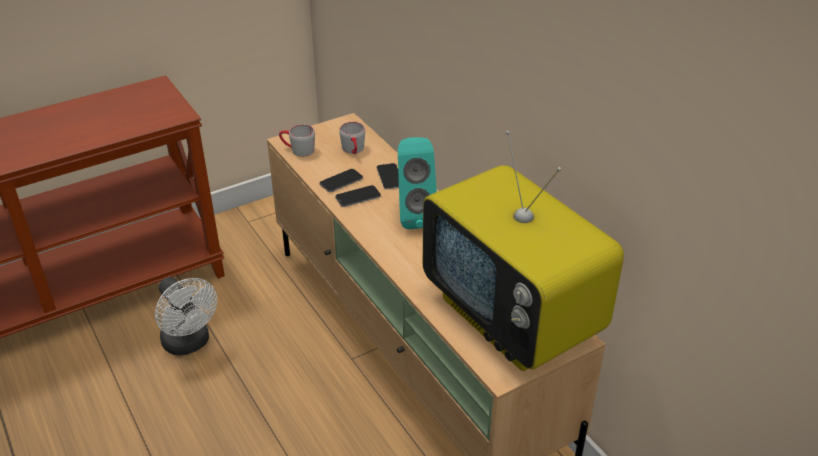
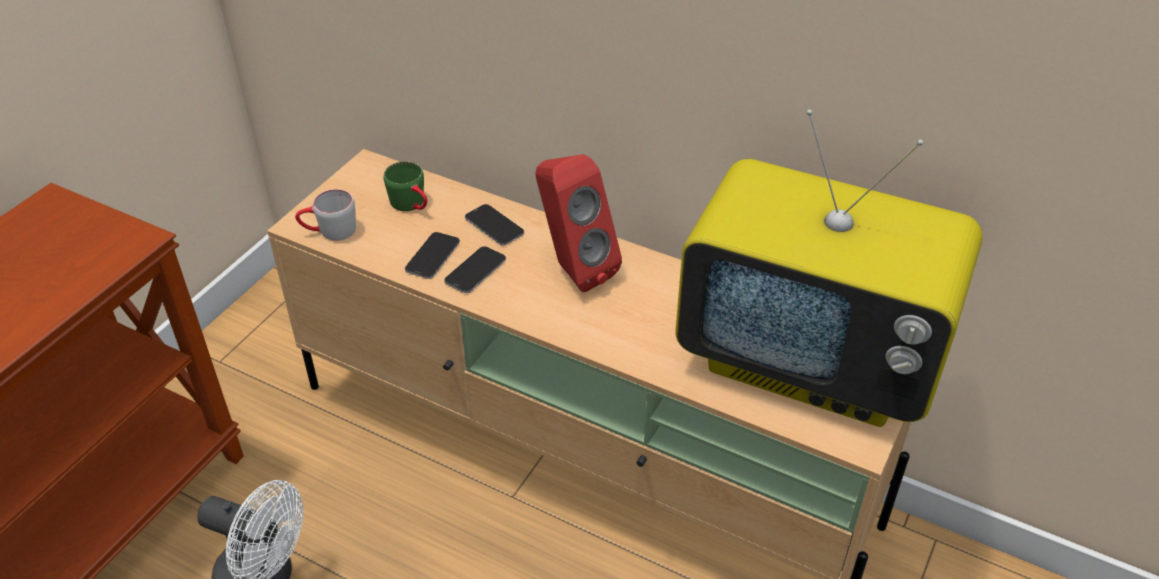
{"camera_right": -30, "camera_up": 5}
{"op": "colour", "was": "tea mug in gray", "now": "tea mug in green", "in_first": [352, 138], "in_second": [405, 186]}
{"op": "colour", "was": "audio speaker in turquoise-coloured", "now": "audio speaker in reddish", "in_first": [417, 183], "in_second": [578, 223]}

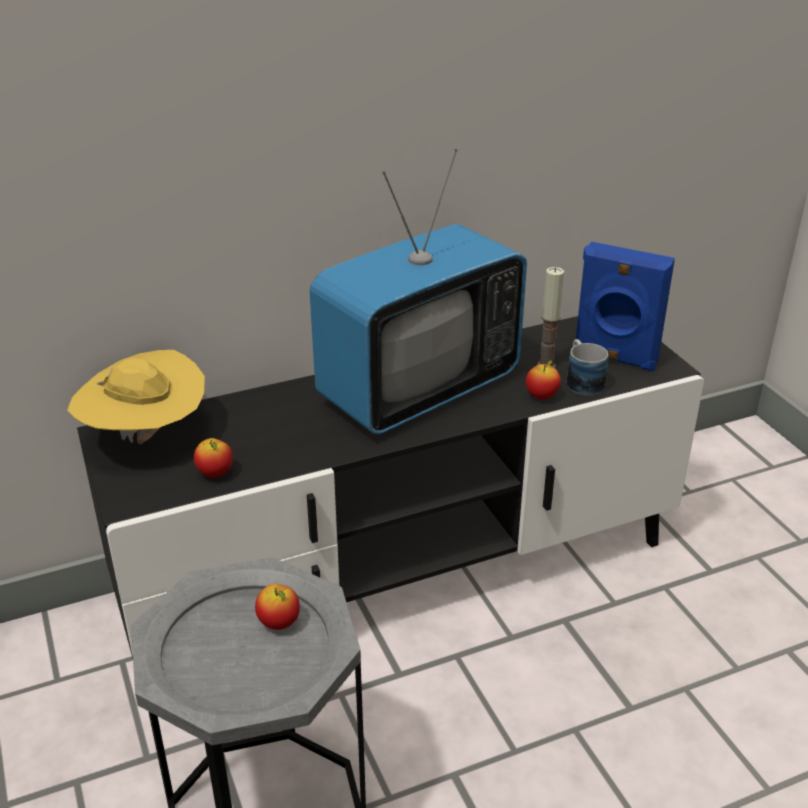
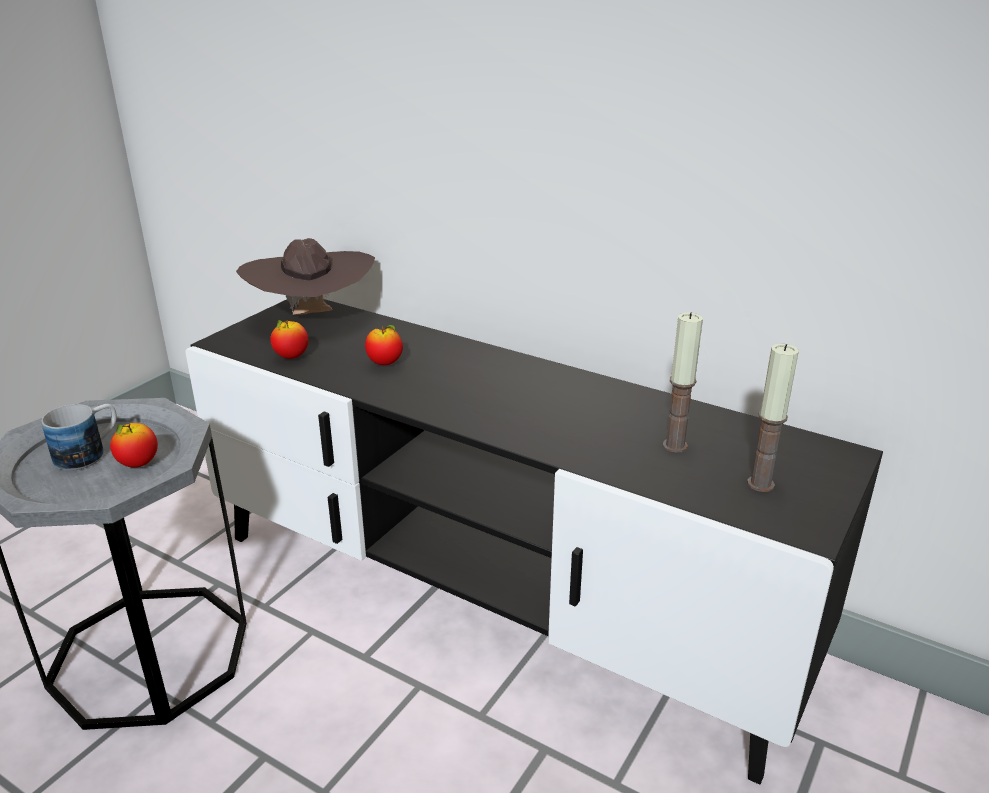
{"camera_right": 55, "camera_up": -5}
{"op": "colour", "was": "hat in yellow", "now": "hat in brown", "in_first": [136, 397], "in_second": [305, 276]}
{"op": "missing", "was": "TV set", "in_first": [418, 291]}
{"op": "relocated", "was": "apple fruit", "in_first": [543, 379], "in_second": [384, 345]}
{"op": "relocated", "was": "tea mug", "in_first": [588, 367], "in_second": [79, 437]}
{"op": "exchanged", "was": "audio speaker in blue-coloured", "now": "wax light", "in_first": [625, 306], "in_second": [773, 418]}

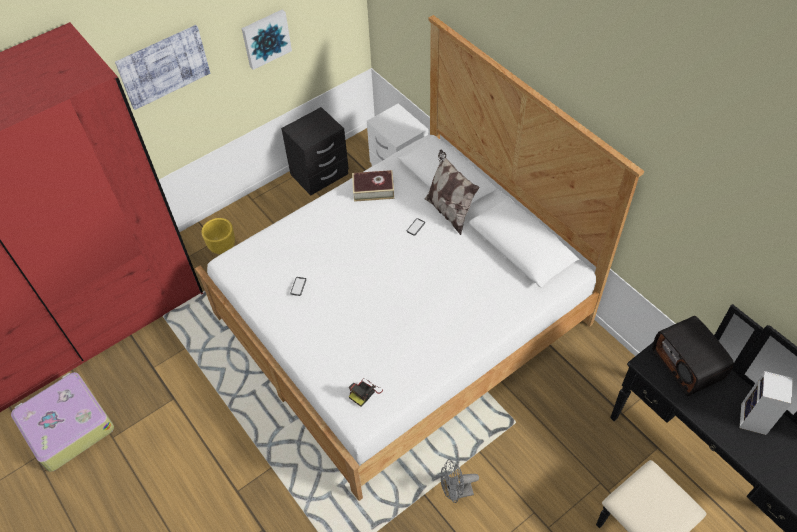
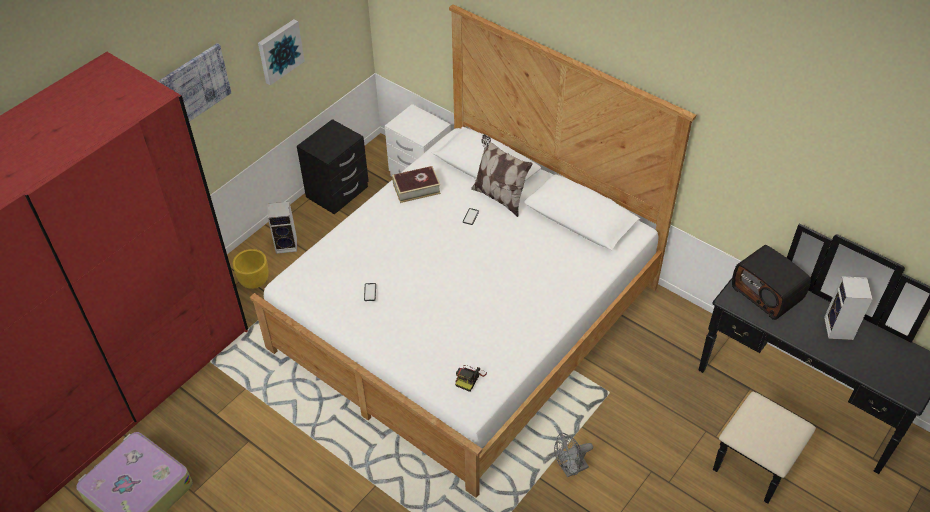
{"camera_right": -15, "camera_up": -5}
{"op": "appeared", "now": "audio speaker", "in_second": [282, 228]}

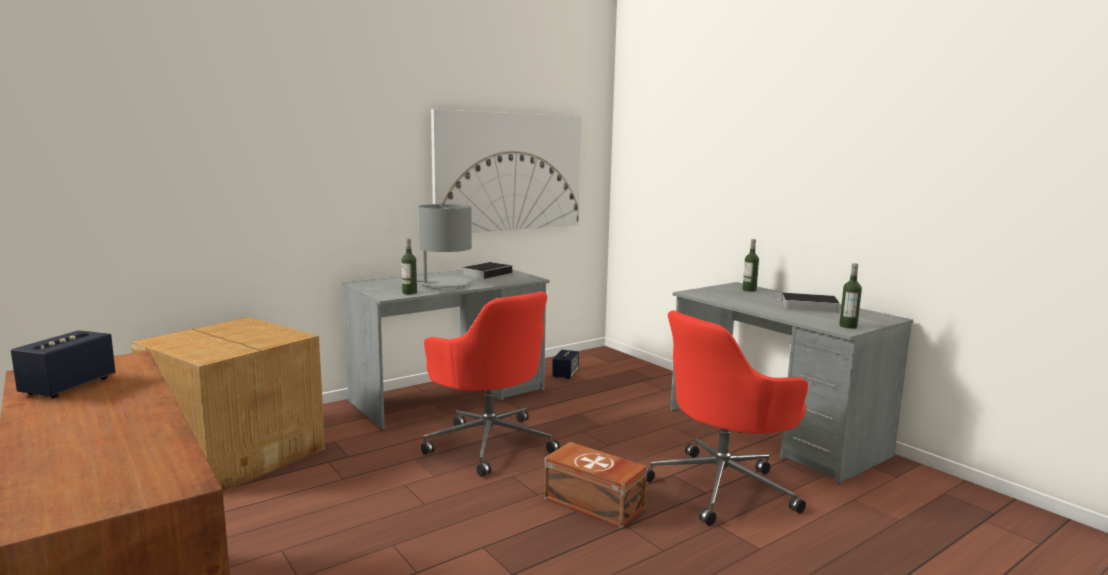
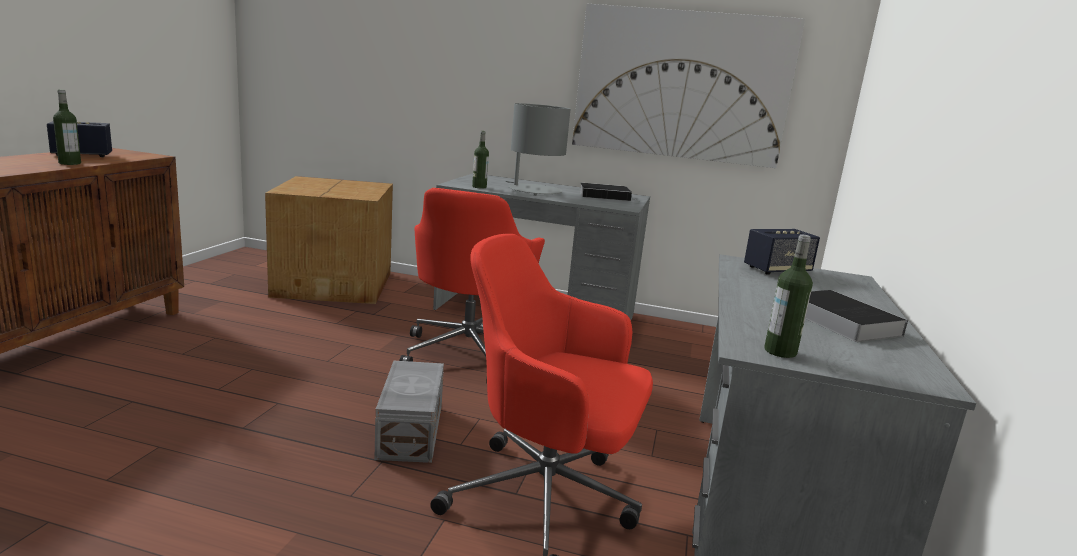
{"camera_right": 50, "camera_up": 5}
{"op": "colour", "was": "storage bin in brown", "now": "storage bin in gray", "in_first": [595, 485], "in_second": [409, 412]}
{"op": "relocated", "was": "audio speaker", "in_first": [565, 364], "in_second": [782, 252]}
{"op": "relocated", "was": "drink bottle", "in_first": [751, 265], "in_second": [67, 127]}

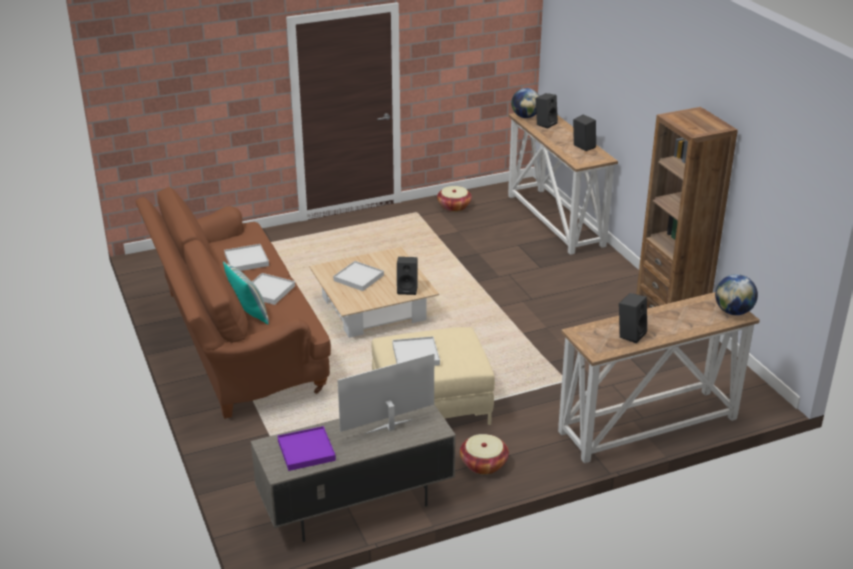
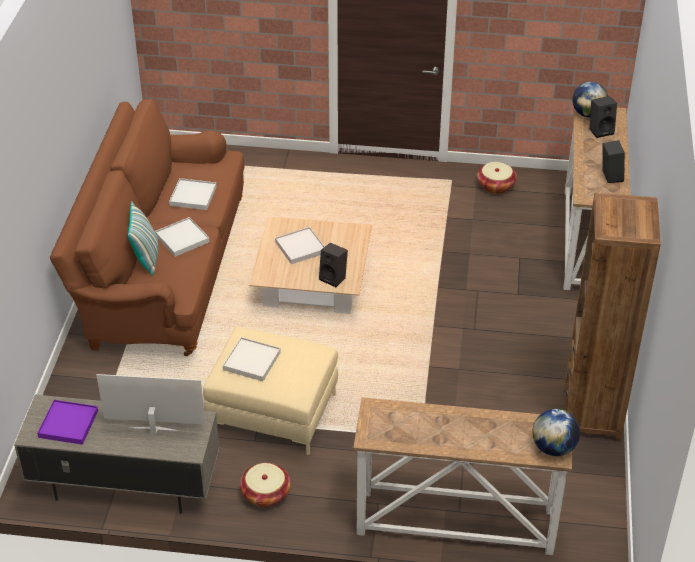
{"camera_right": 30, "camera_up": 10}
{"op": "missing", "was": "audio speaker in blackish", "in_first": [633, 318]}

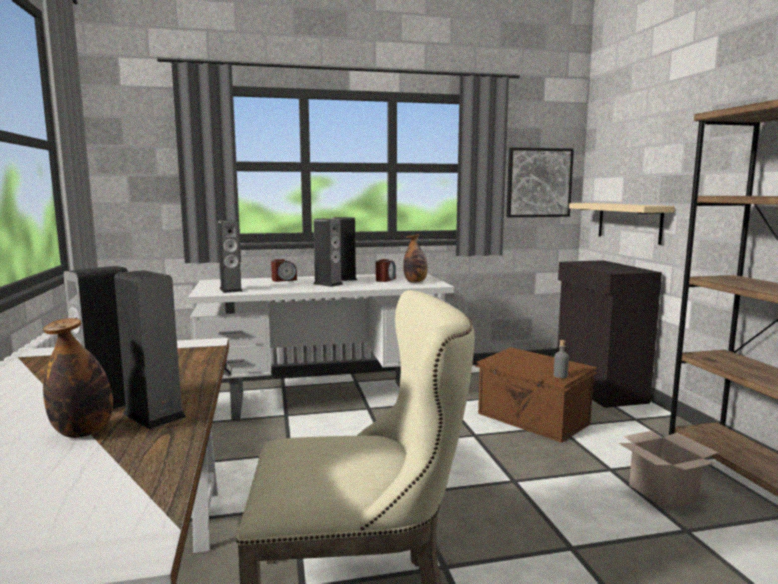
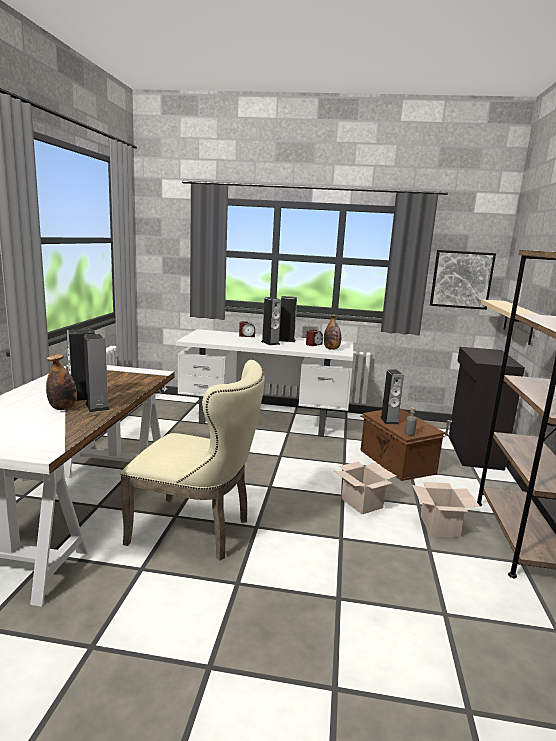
{"camera_right": 20, "camera_up": 5}
{"op": "relocated", "was": "audio speaker", "in_first": [230, 256], "in_second": [392, 396]}
{"op": "appeared", "now": "packing box", "in_second": [365, 488]}

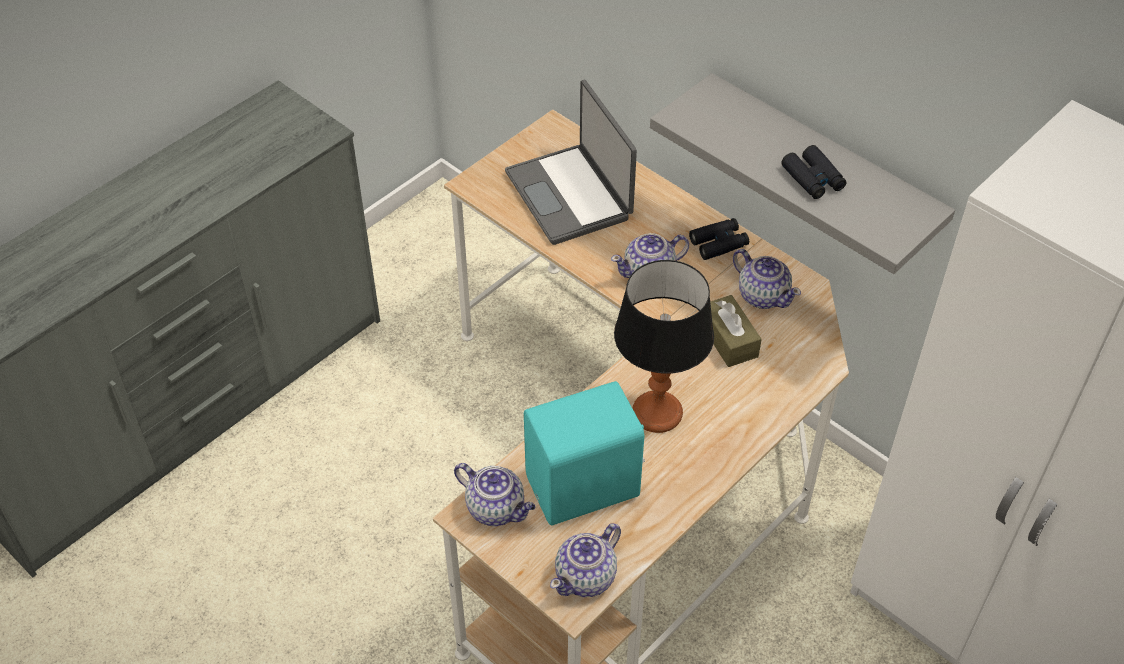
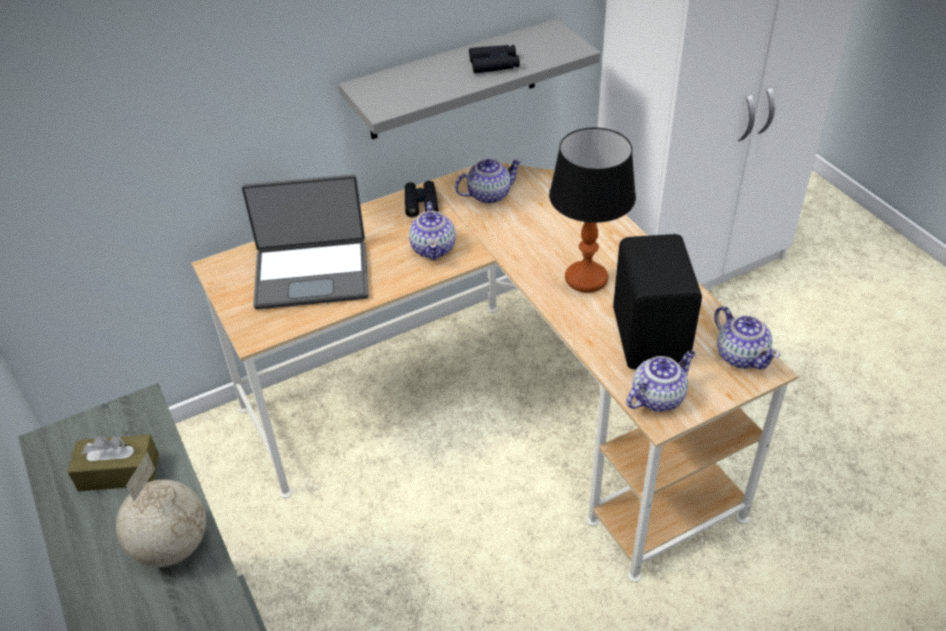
{"camera_right": -70, "camera_up": -5}
{"op": "colour", "was": "audio speaker in turquoise-coloured", "now": "audio speaker in blackish", "in_first": [584, 453], "in_second": [657, 301]}
{"op": "relocated", "was": "tissue box in brown", "in_first": [736, 331], "in_second": [113, 463]}
{"op": "appeared", "now": "desk globe", "in_second": [161, 509]}

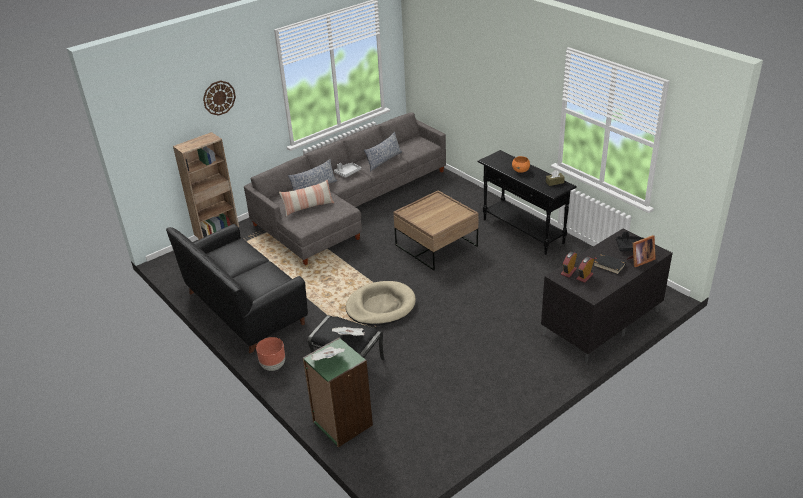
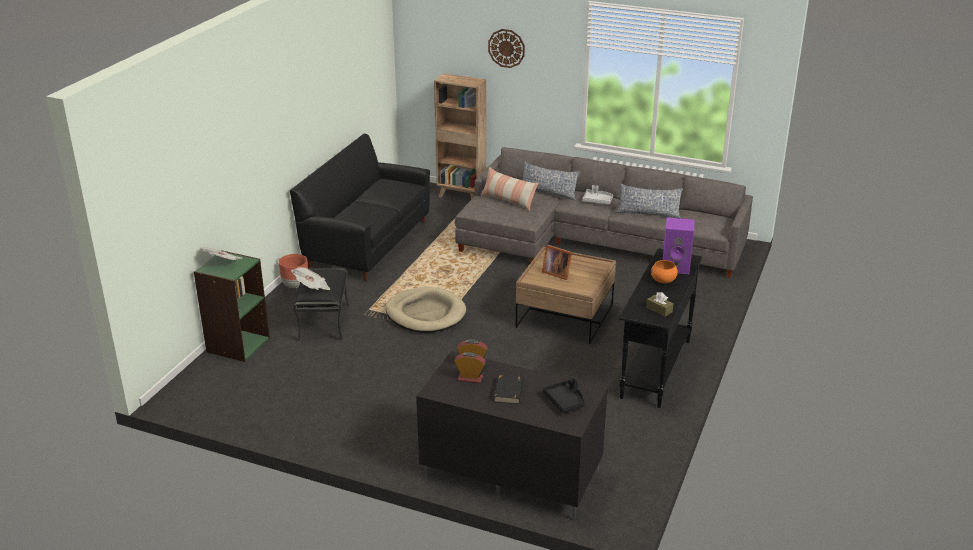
{"camera_right": 60, "camera_up": -5}
{"op": "relocated", "was": "photo frame", "in_first": [641, 251], "in_second": [557, 262]}
{"op": "appeared", "now": "audio speaker in purplish", "in_second": [679, 245]}

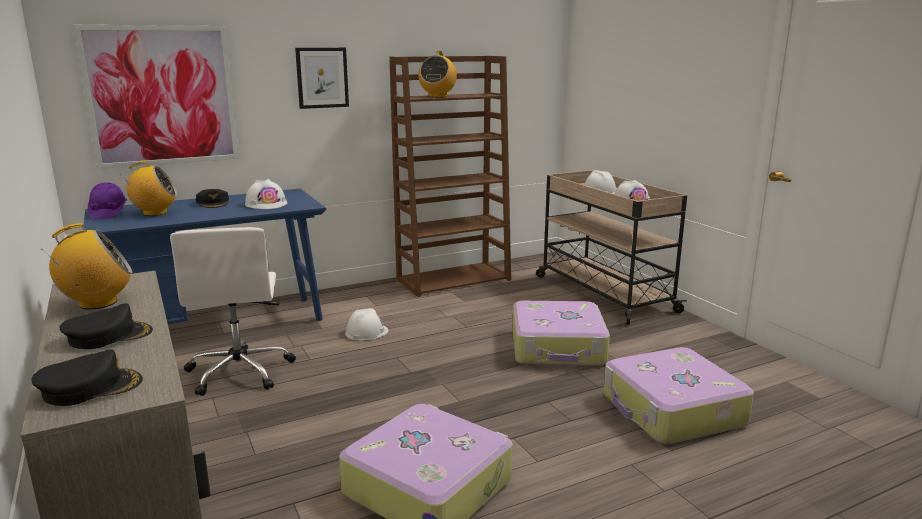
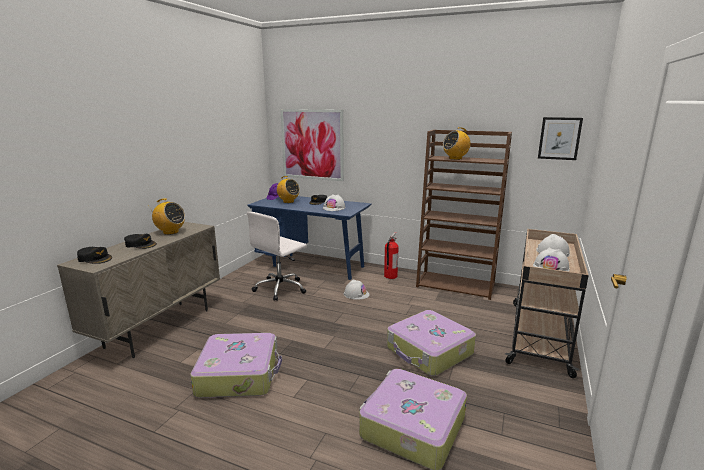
{"camera_right": 50, "camera_up": 0}
{"op": "relocated", "was": "wall art", "in_first": [322, 78], "in_second": [560, 138]}
{"op": "appeared", "now": "extinguisher", "in_second": [391, 255]}

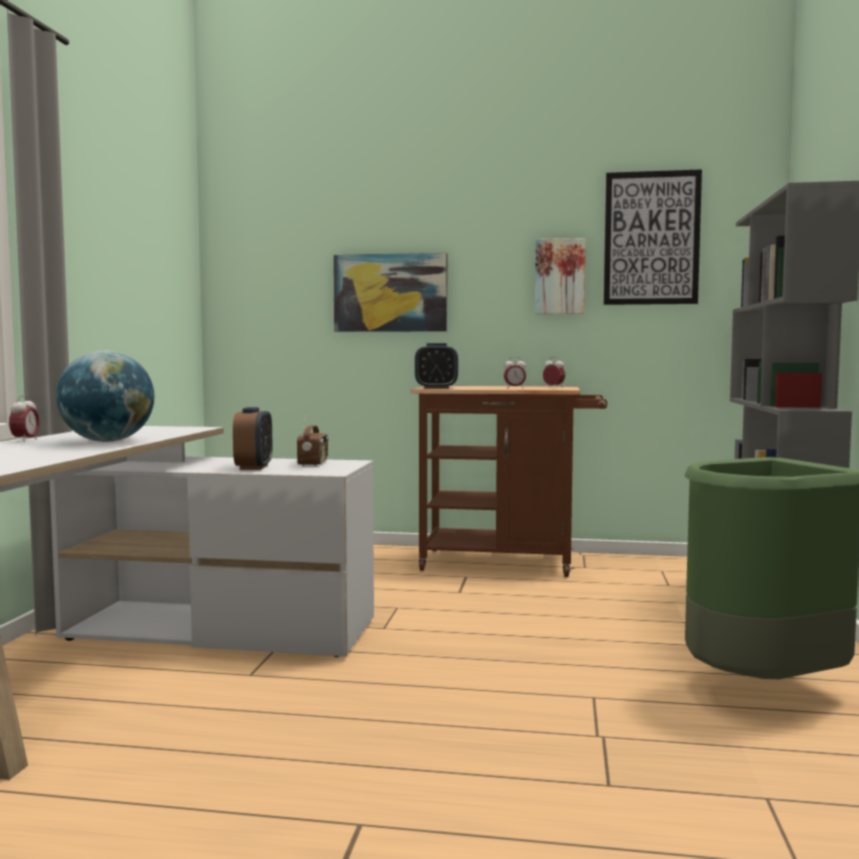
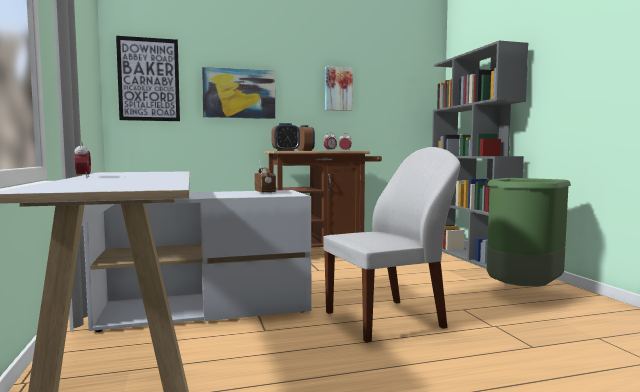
{"camera_right": -25, "camera_up": 0}
{"op": "missing", "was": "desk globe", "in_first": [105, 396]}
{"op": "relocated", "was": "table clock", "in_first": [252, 438], "in_second": [306, 138]}
{"op": "relocated", "was": "wall art", "in_first": [653, 237], "in_second": [148, 78]}
{"op": "appeared", "now": "upright chair in white-coloured", "in_second": [391, 245]}

